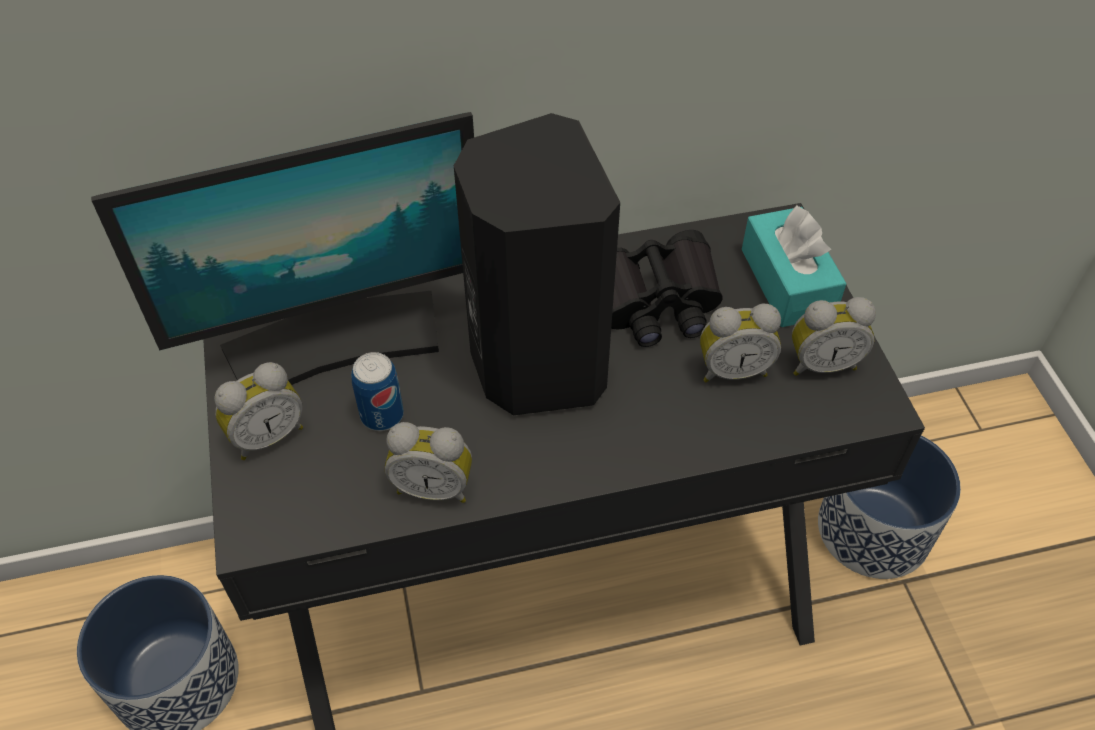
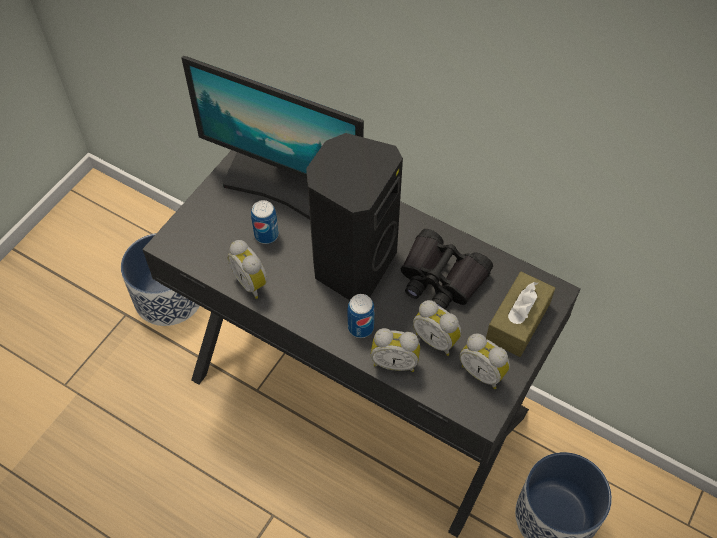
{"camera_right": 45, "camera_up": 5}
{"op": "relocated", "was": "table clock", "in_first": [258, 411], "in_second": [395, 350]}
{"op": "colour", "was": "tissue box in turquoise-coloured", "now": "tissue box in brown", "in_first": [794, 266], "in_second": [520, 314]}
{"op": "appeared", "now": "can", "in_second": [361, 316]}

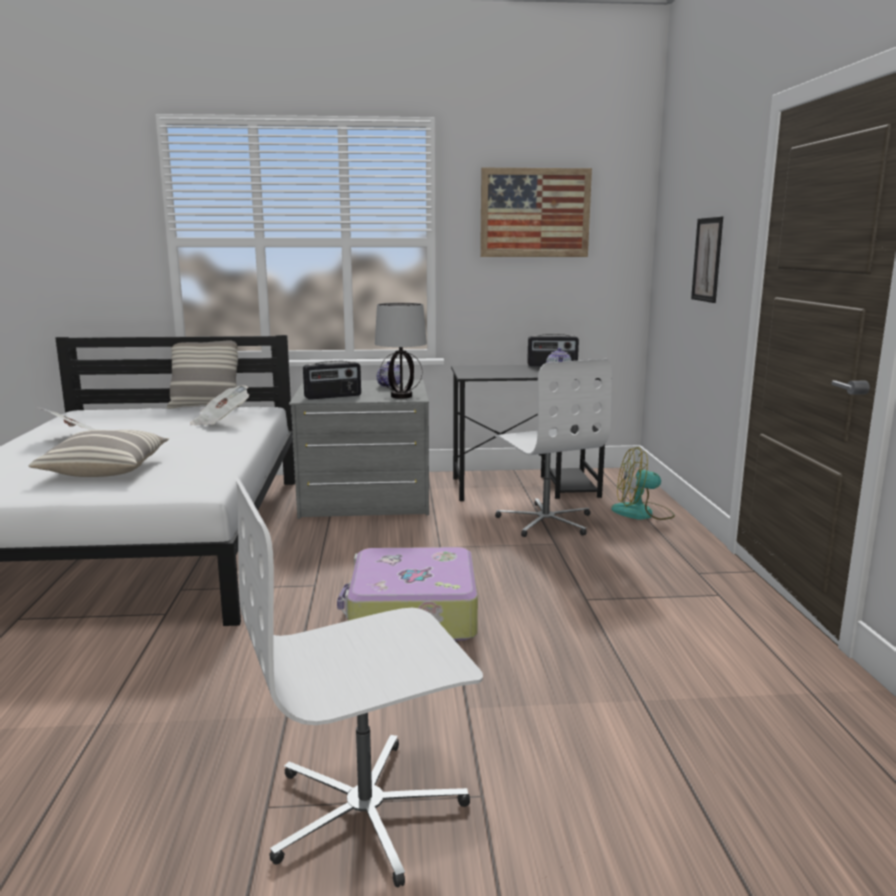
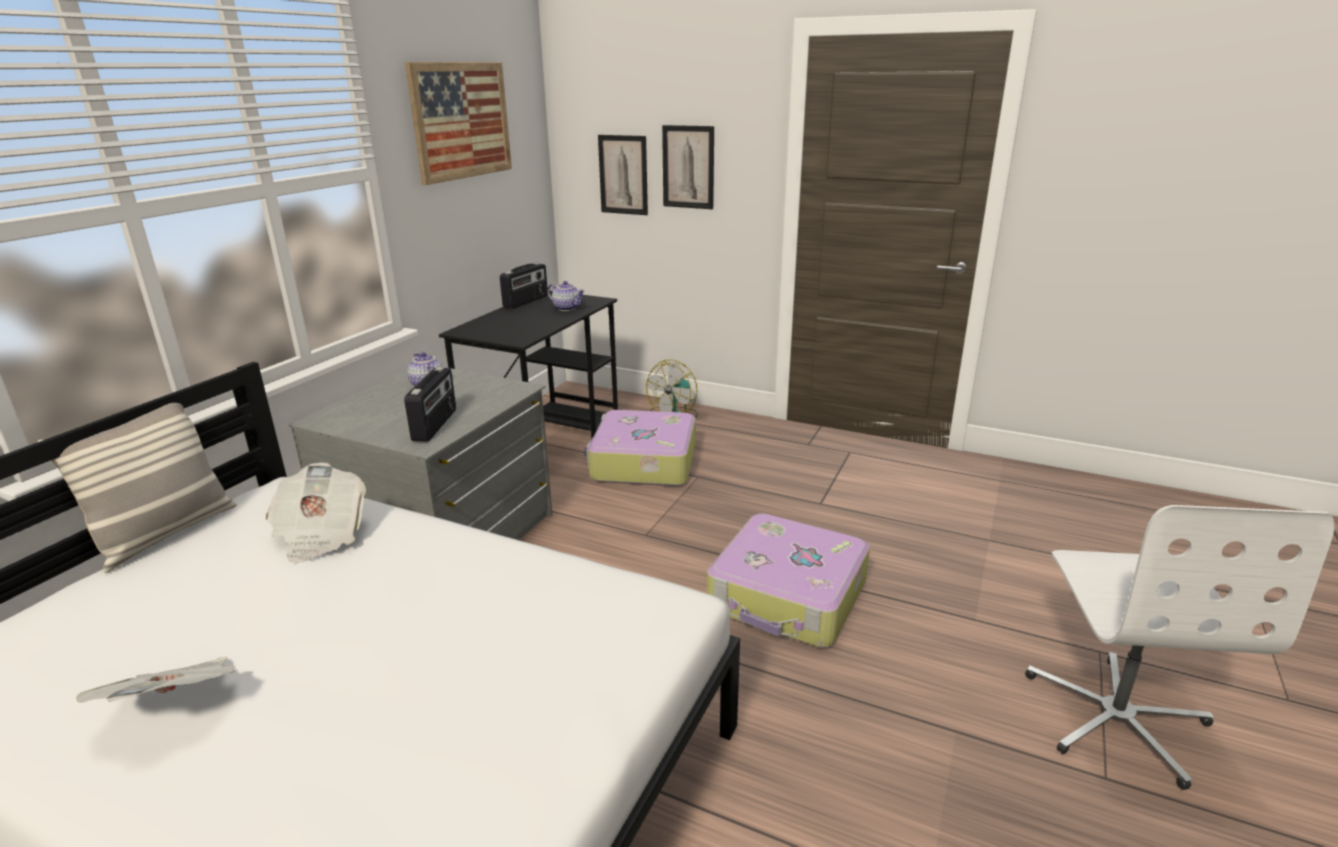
{"camera_right": -60, "camera_up": 10}
{"op": "missing", "was": "pillow", "in_first": [99, 453]}
{"op": "missing", "was": "table lamp", "in_first": [401, 351]}
{"op": "exchanged", "was": "computer chair in white-coloured", "now": "piece of luggage", "in_first": [553, 448], "in_second": [640, 448]}
{"op": "appeared", "now": "wall art", "in_second": [623, 175]}

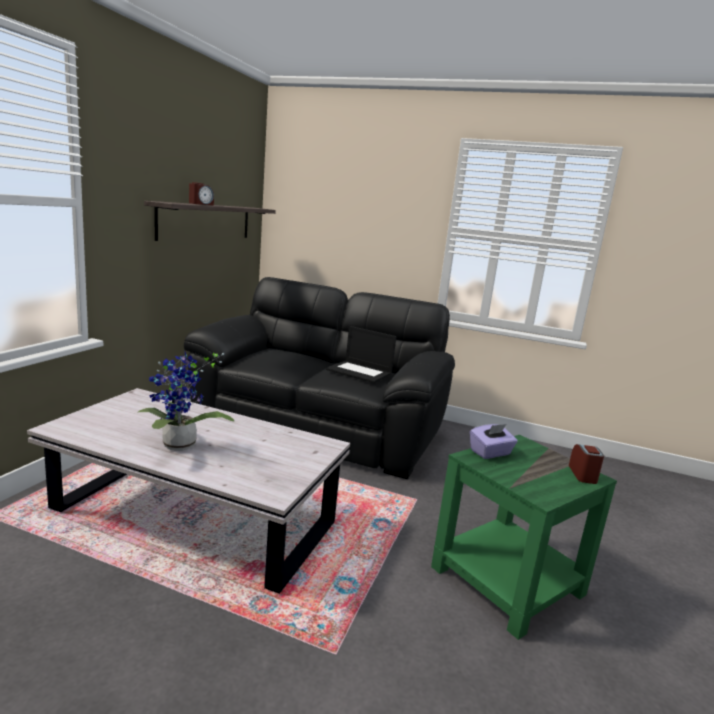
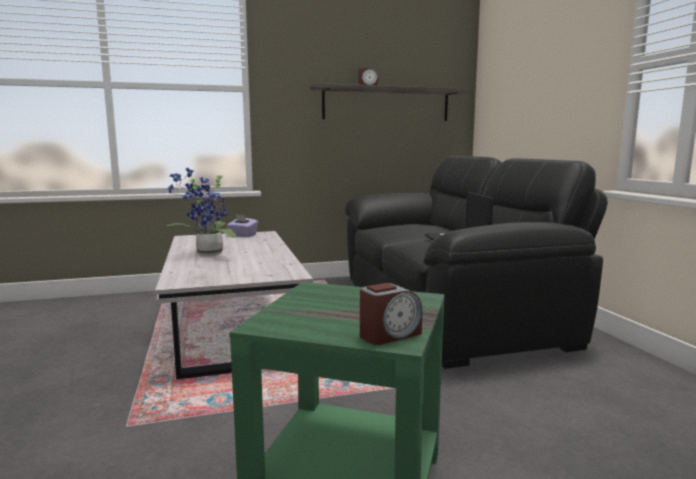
{"camera_right": 55, "camera_up": -5}
{"op": "relocated", "was": "tissue box in purplish", "in_first": [494, 441], "in_second": [242, 225]}

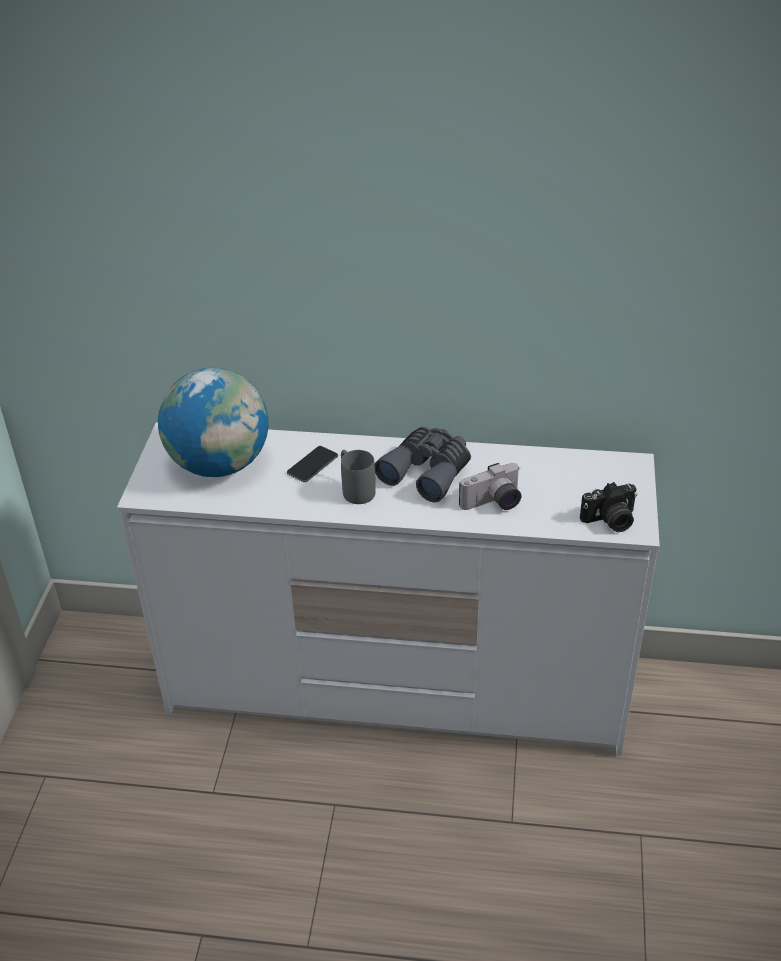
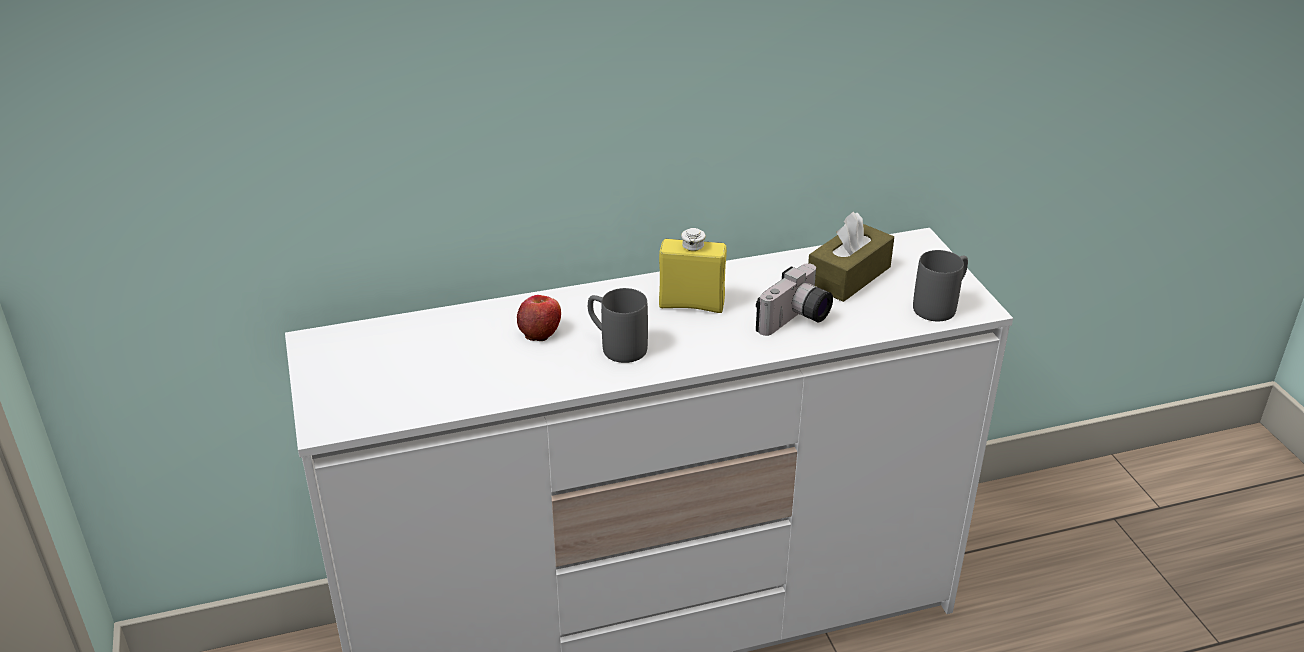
{"camera_right": -25, "camera_up": -5}
{"op": "missing", "was": "desk globe", "in_first": [213, 422]}
{"op": "exchanged", "was": "telephone", "now": "apple fruit", "in_first": [312, 464], "in_second": [539, 318]}
{"op": "exchanged", "was": "pair of binoculars in gray", "now": "drink bottle in yellow", "in_first": [423, 465], "in_second": [693, 270]}
{"op": "exchanged", "was": "photo camera", "now": "tea mug in gray", "in_first": [608, 507], "in_second": [940, 285]}
{"op": "appeared", "now": "tissue box in brown", "in_second": [851, 256]}

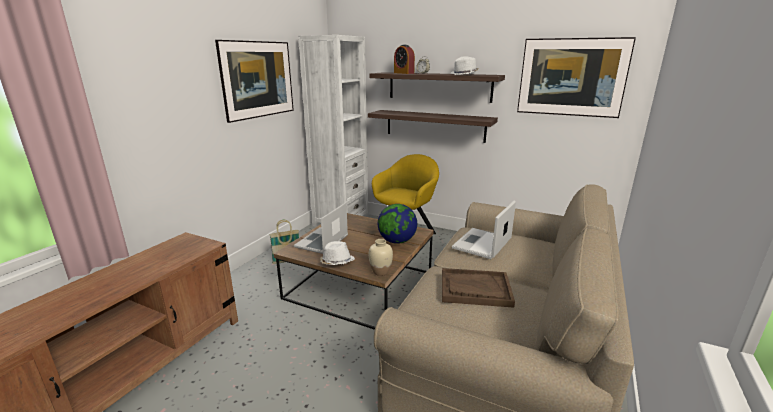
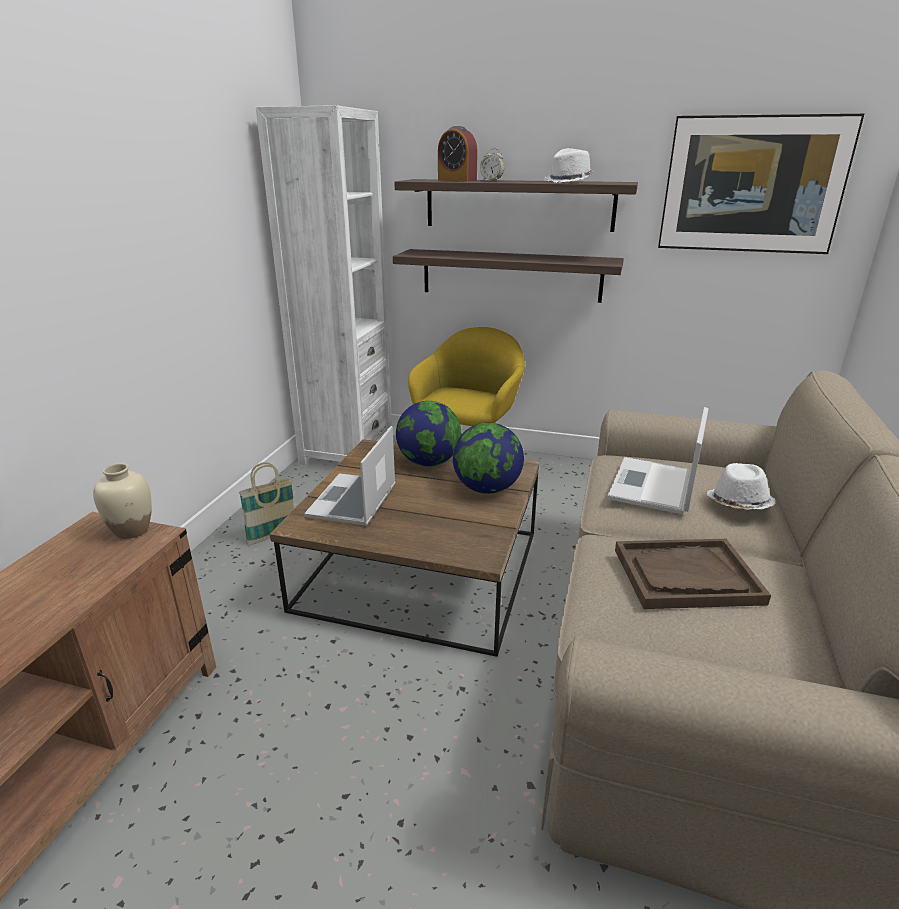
{"camera_right": -10, "camera_up": 5}
{"op": "missing", "was": "wall art", "in_first": [254, 81]}
{"op": "relocated", "was": "hat in white-coloured", "in_first": [337, 253], "in_second": [741, 486]}
{"op": "relocated", "was": "vase in beige", "in_first": [380, 257], "in_second": [122, 501]}
{"op": "appeared", "now": "desk globe", "in_second": [428, 433]}

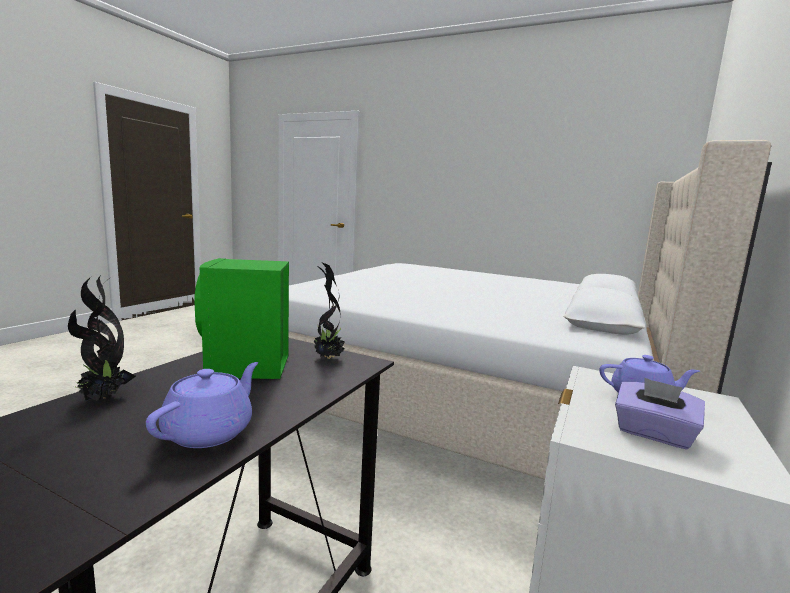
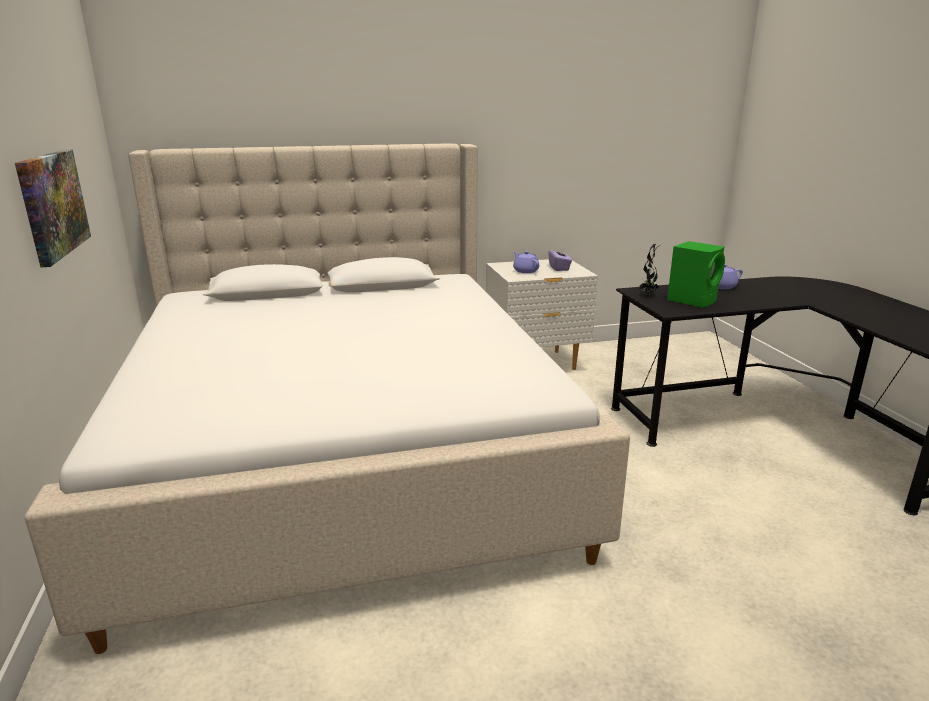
{"camera_right": -130, "camera_up": 10}
{"op": "missing", "was": "houseplant", "in_first": [102, 338]}
{"op": "appeared", "now": "wall art", "in_second": [53, 208]}

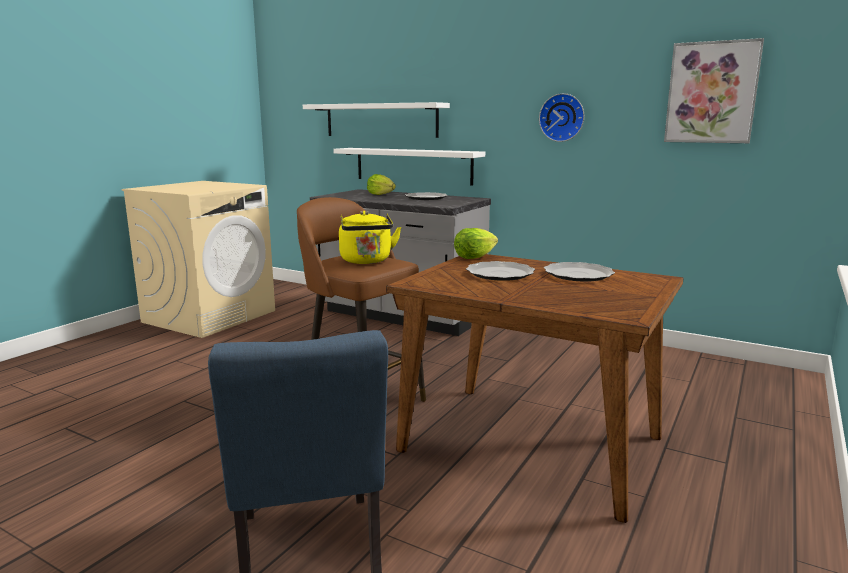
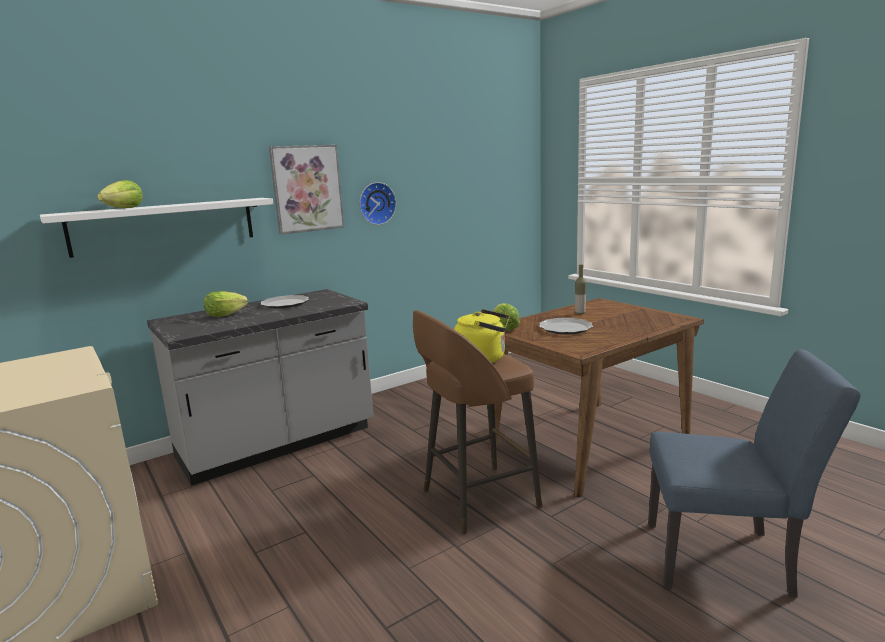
{"camera_right": -65, "camera_up": 0}
{"op": "missing", "was": "shelf in white-coloured", "in_first": [409, 167]}
{"op": "exchanged", "was": "flat dish", "now": "drink bottle", "in_first": [579, 272], "in_second": [581, 289]}
{"op": "relocated", "was": "wall art", "in_first": [714, 90], "in_second": [306, 190]}
{"op": "appeared", "now": "head of lettuce", "in_second": [120, 194]}

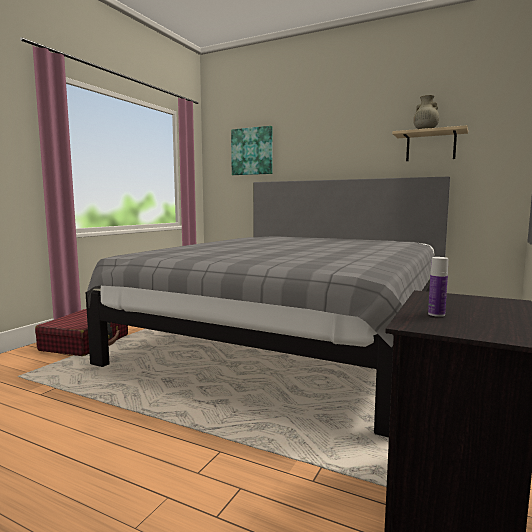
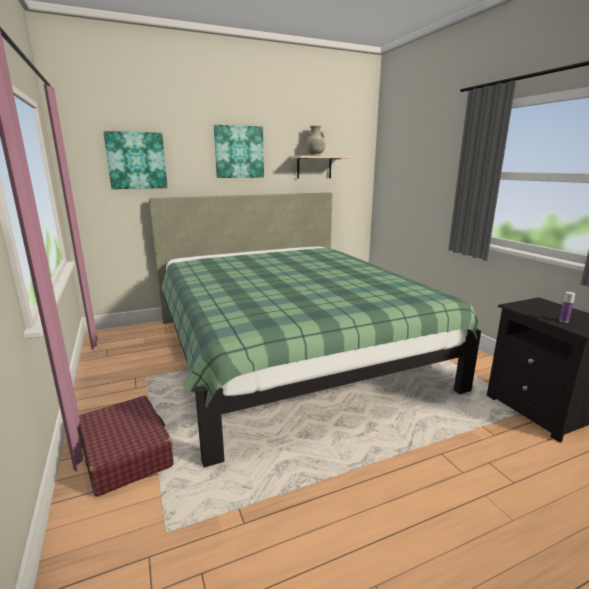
{"camera_right": -50, "camera_up": 10}
{"op": "colour", "was": "sleeping bed in gray", "now": "sleeping bed in green", "in_first": [268, 307], "in_second": [315, 330]}
{"op": "appeared", "now": "wall art", "in_second": [239, 151]}

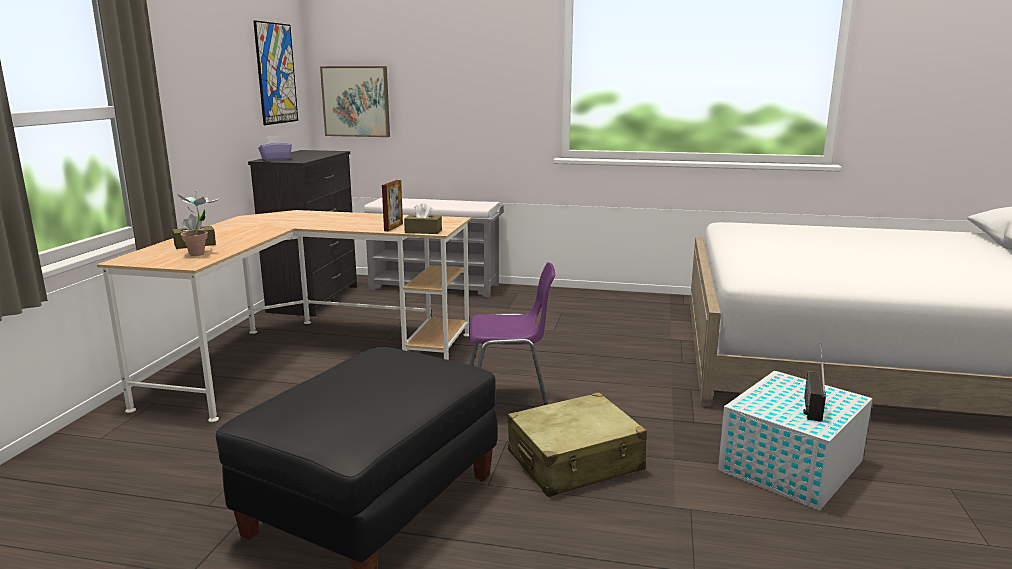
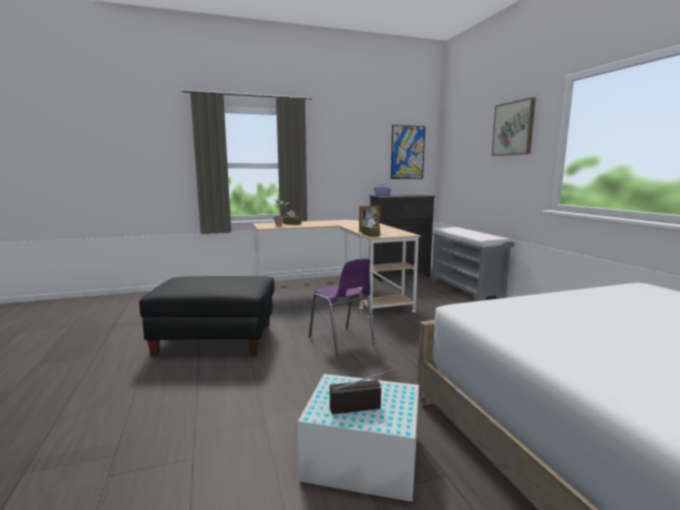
{"camera_right": 60, "camera_up": -5}
{"op": "relocated", "was": "wall art", "in_first": [355, 101], "in_second": [514, 126]}
{"op": "missing", "was": "piece of luggage in beige", "in_first": [577, 444]}

